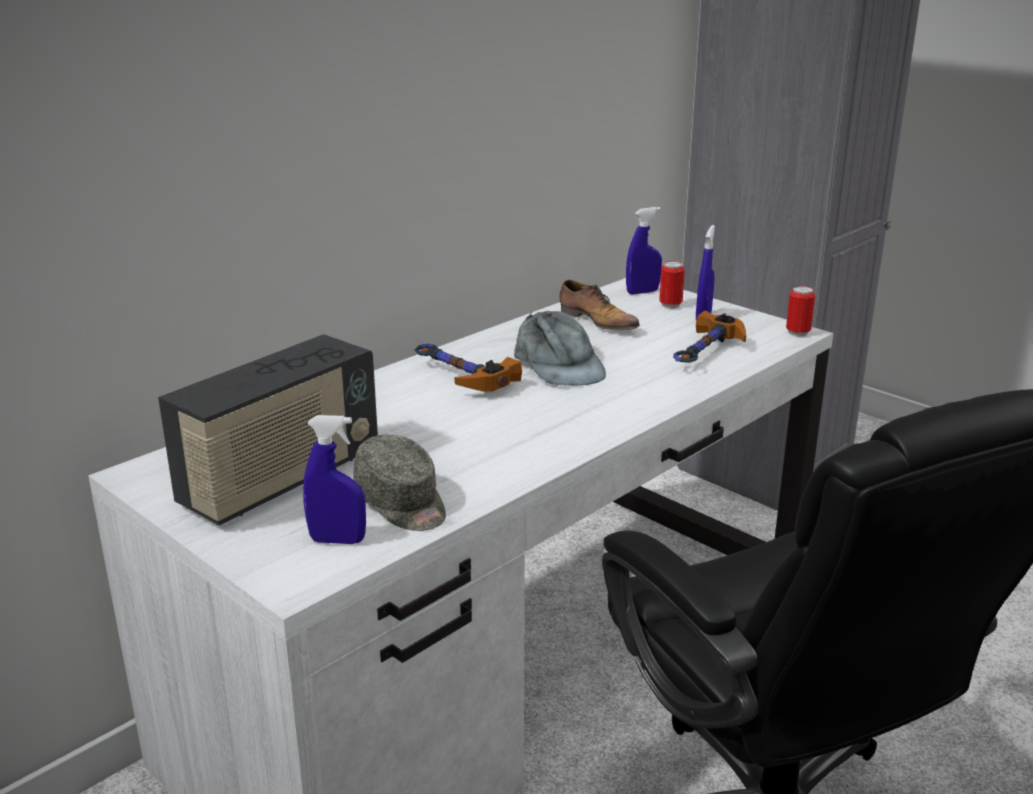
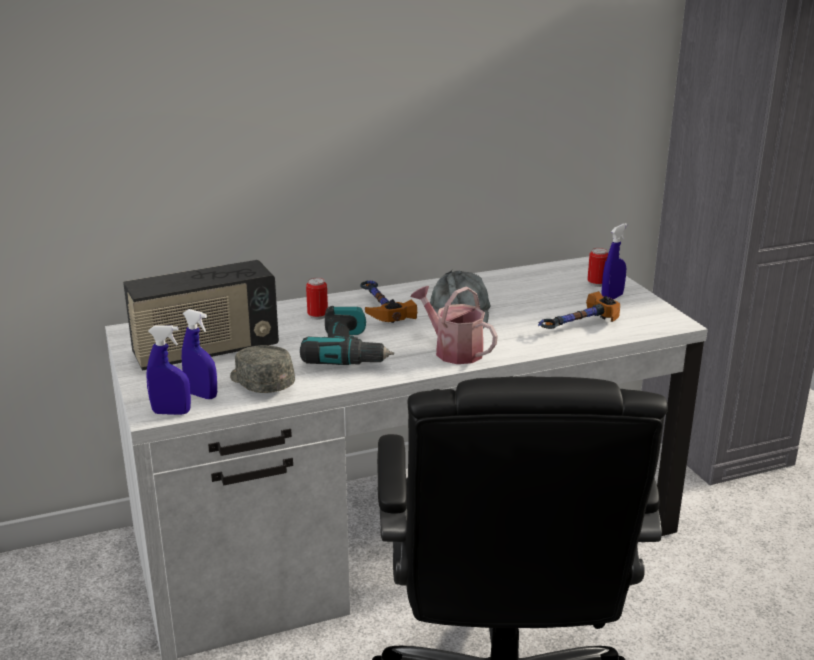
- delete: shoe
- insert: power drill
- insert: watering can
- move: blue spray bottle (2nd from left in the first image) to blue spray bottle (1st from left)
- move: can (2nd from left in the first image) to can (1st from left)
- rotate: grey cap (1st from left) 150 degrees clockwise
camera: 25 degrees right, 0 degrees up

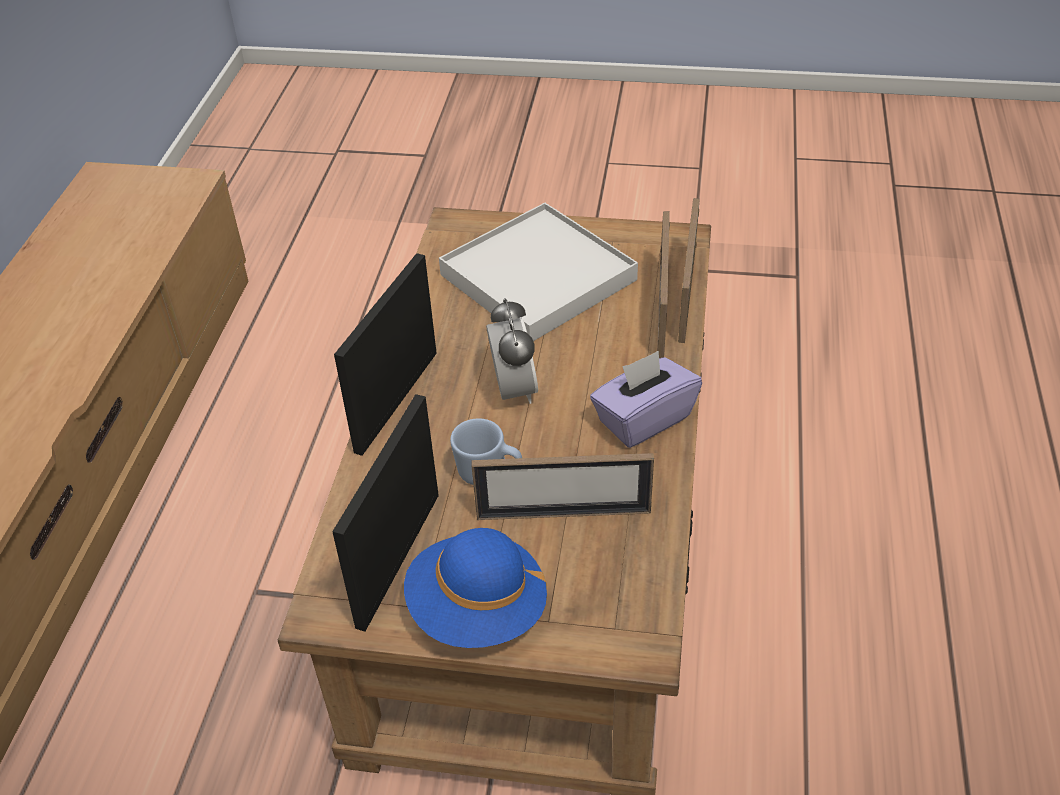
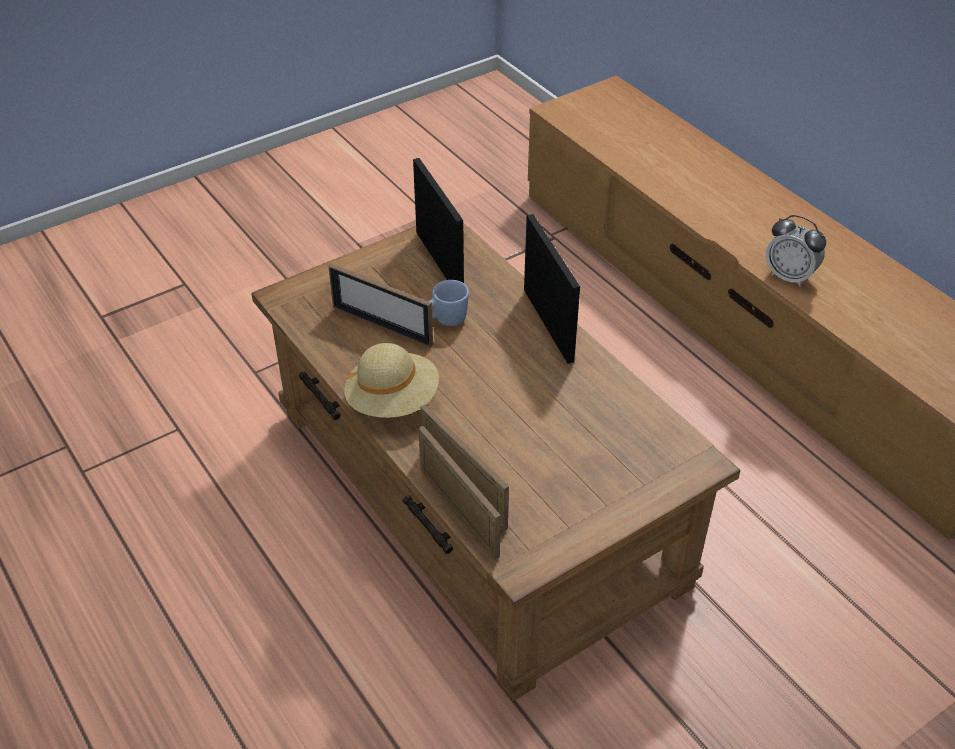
- delete: blue hat
- delete: white tray
- move: alarm clock
- replace: purple tissue box to beige hat
- rotate: picture frame (3rd from left in the first image) 105 degrees counterclockwise
camera: 135 degrees right, 0 degrees up

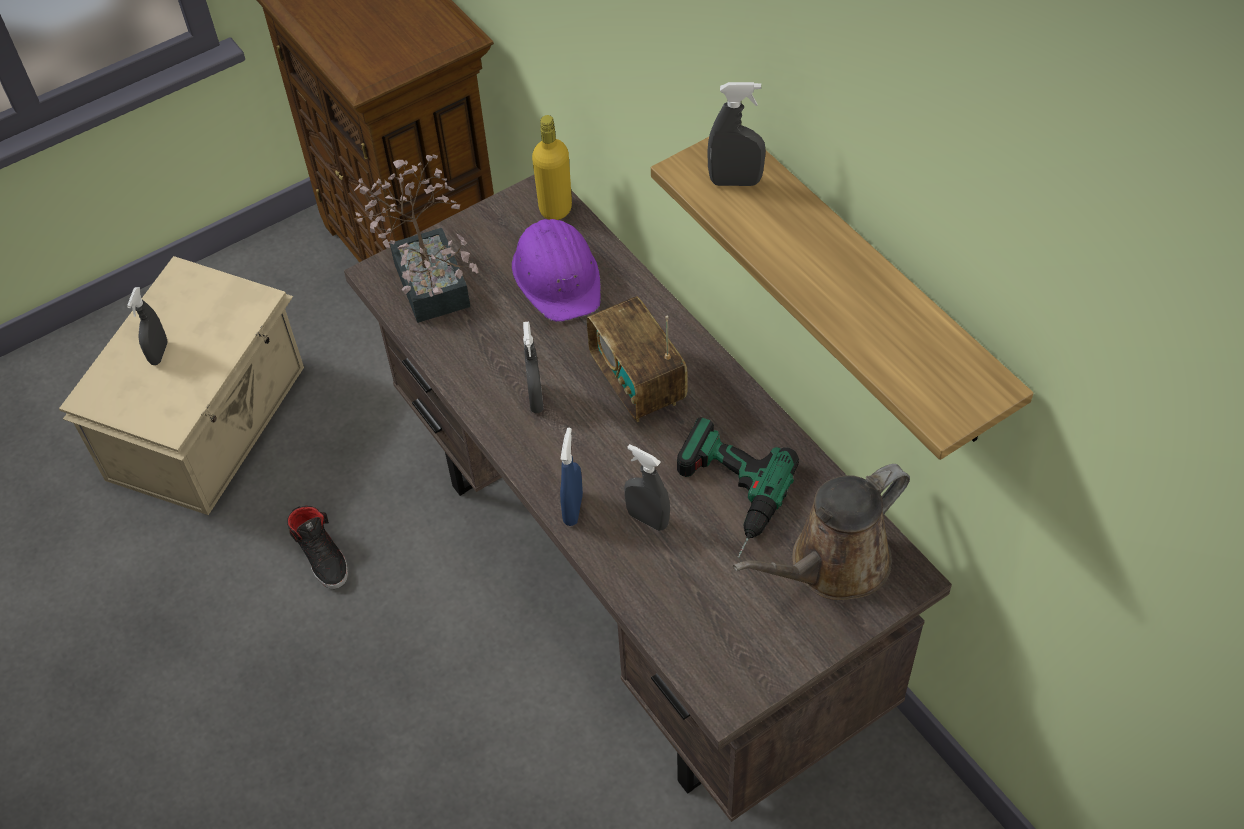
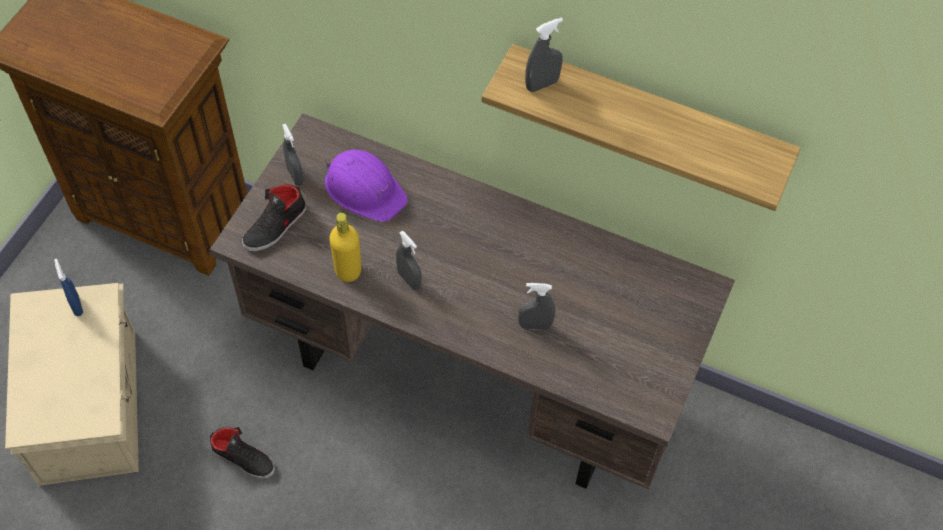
- delete: radio
- delete: power drill
- delete: brown watering can
- move: grey spray bottle (1st from left)
- move: yellow bottle
- move: blue spray bottle
- replace: potted plant to black shoe (2nd from left)
camera: 35 degrees left, 5 degrees up

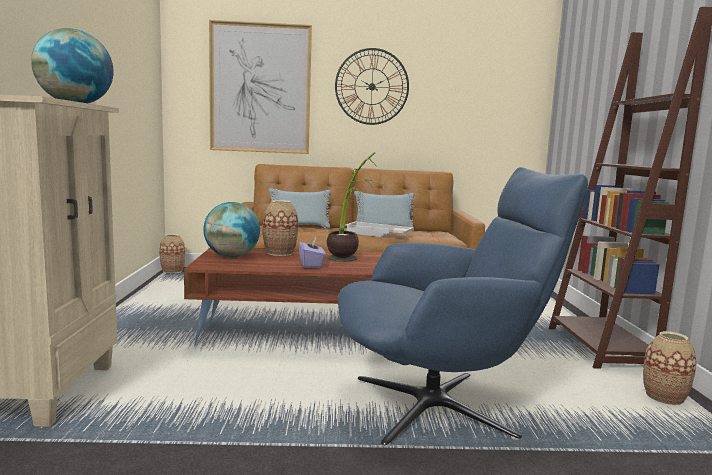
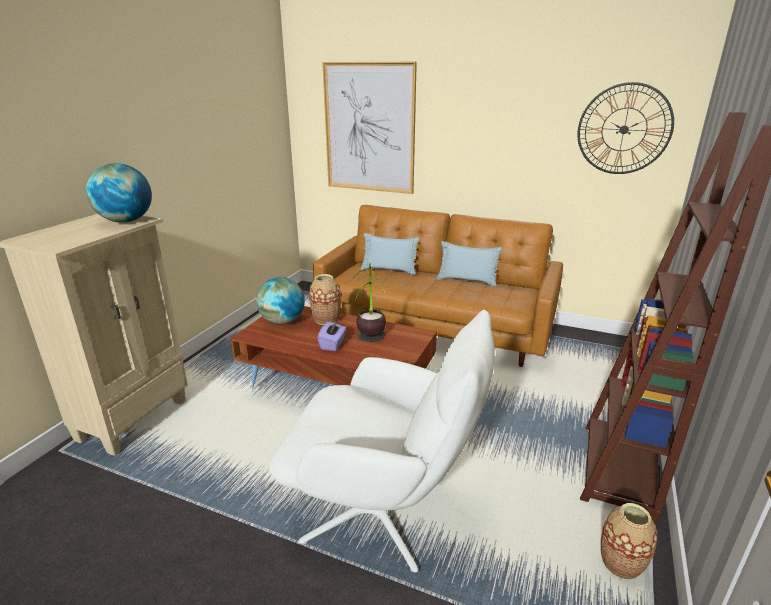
- delete: vase (1st from left)
- delete: white tray
- move: wall clock
- recolor: blue armchair to white armchair
camera: 25 degrees right, 15 degrees up

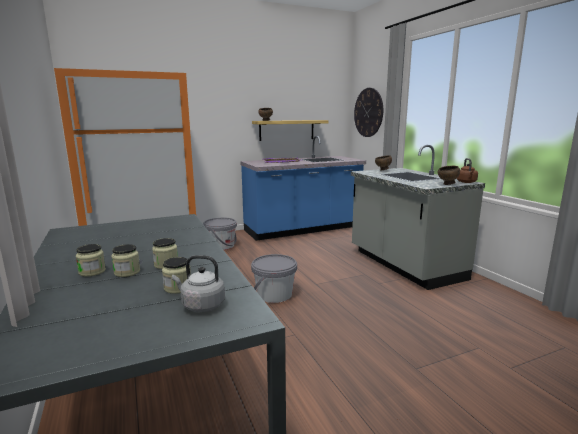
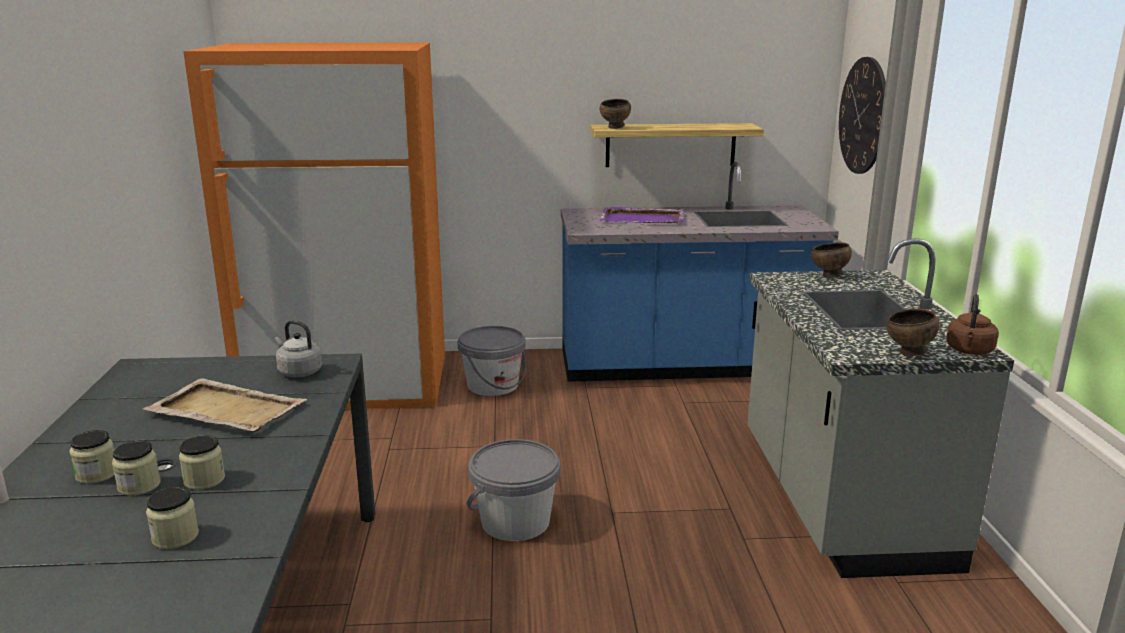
- insert: beige tray
- move: grey kettle
camera: 20 degrees right, 5 degrees up

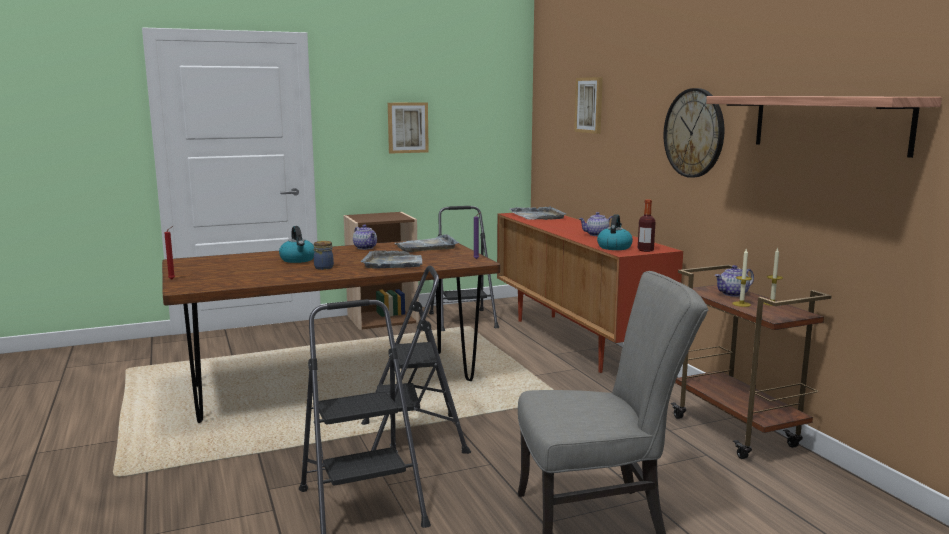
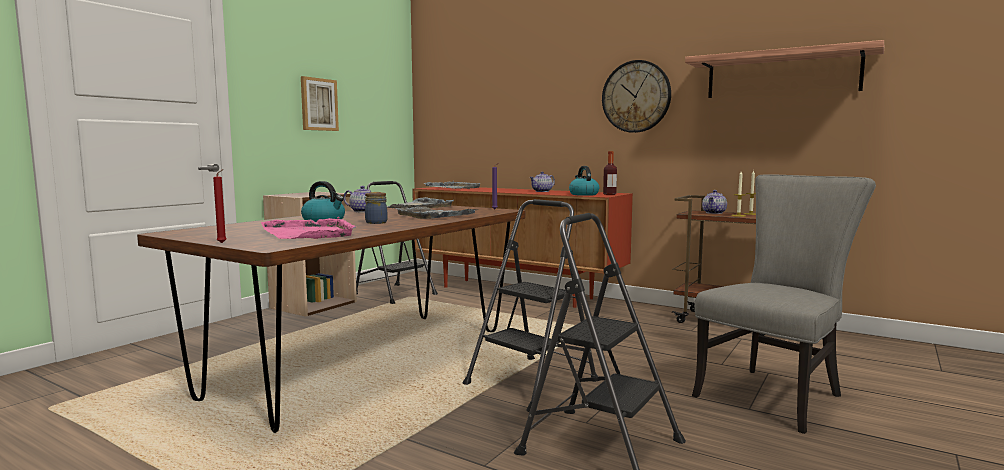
- delete: picture (2nd from left)
- insert: pink tray
camera: 35 degrees left, 5 degrees down

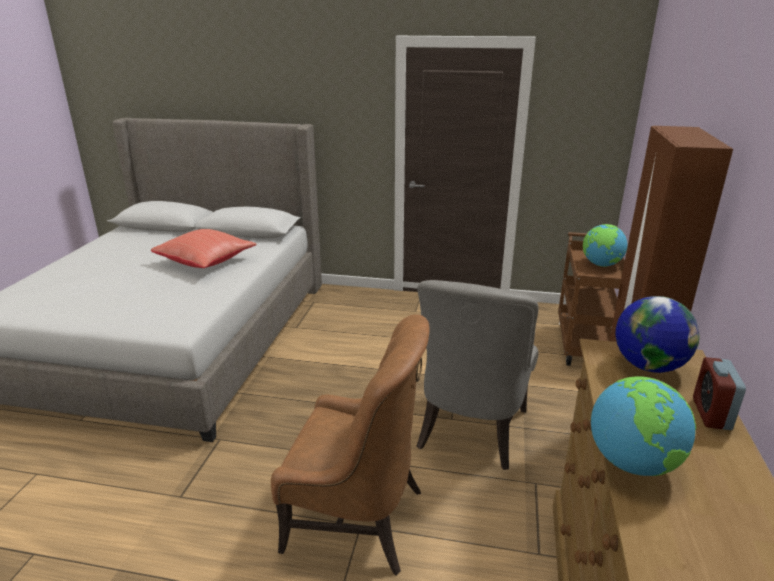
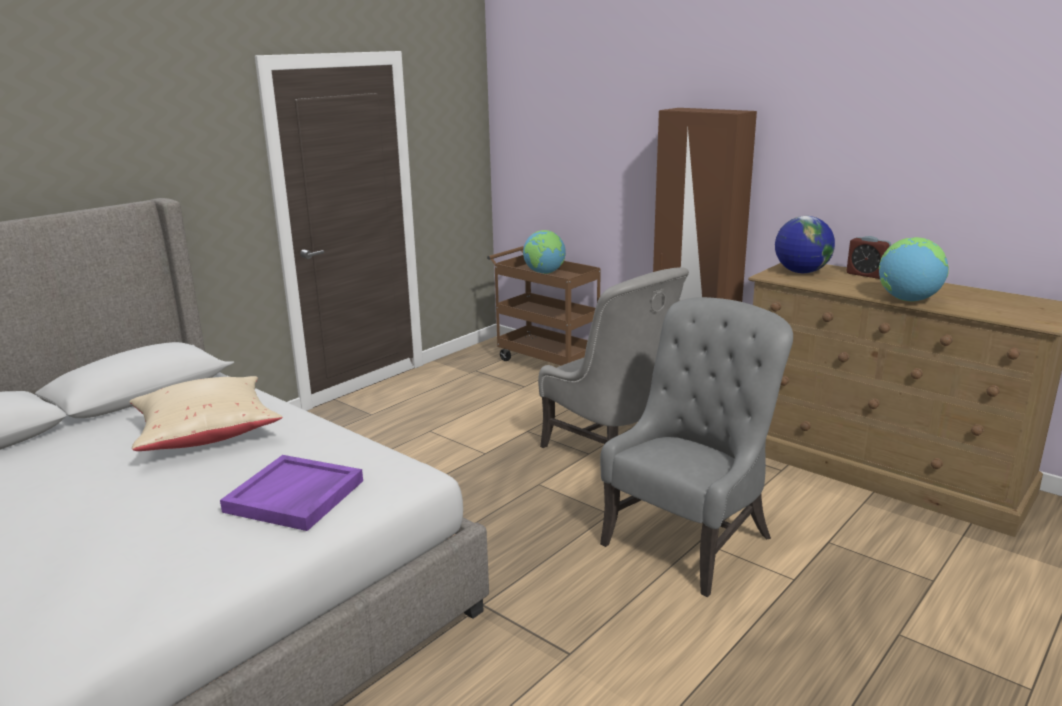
- insert: purple tray
- recolor: red pillow to beige pillow
- recolor: brown chair to grey chair (2nd from left)
camera: 60 degrees left, 5 degrees down

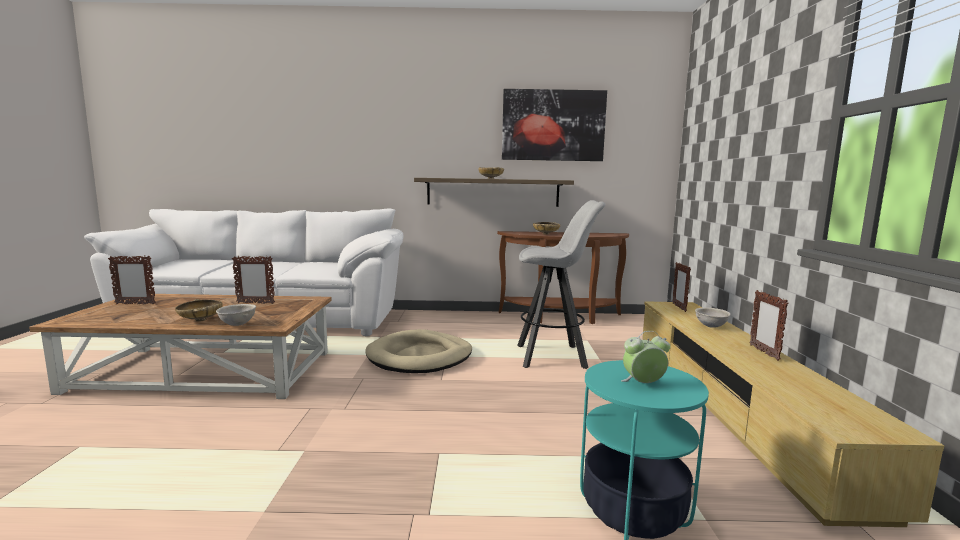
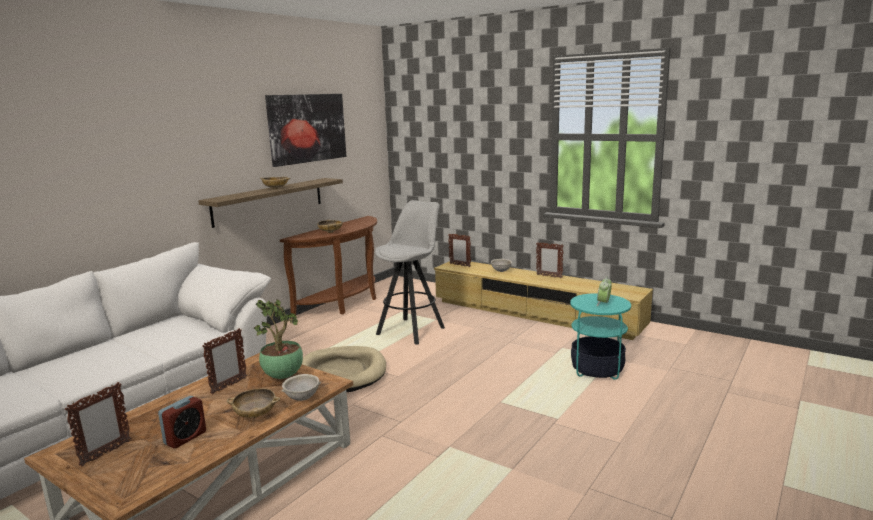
- insert: alarm clock (1st from left)
- insert: potted plant
camera: 55 degrees left, 5 degrees up

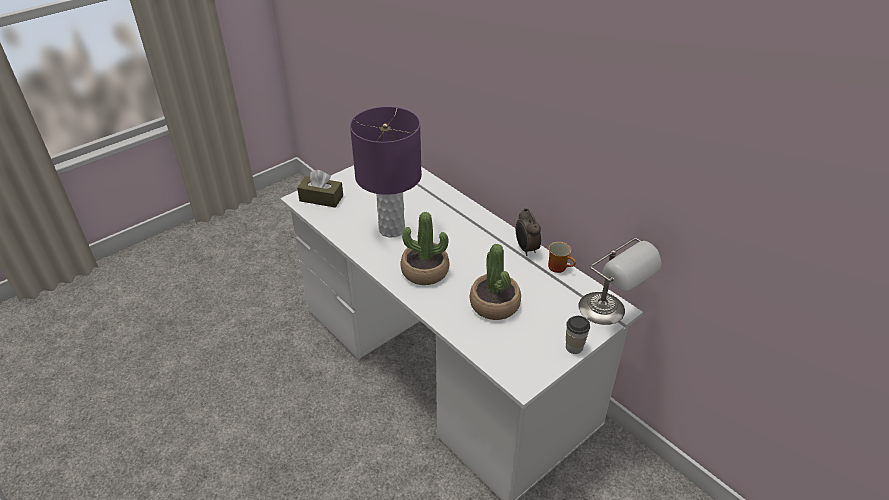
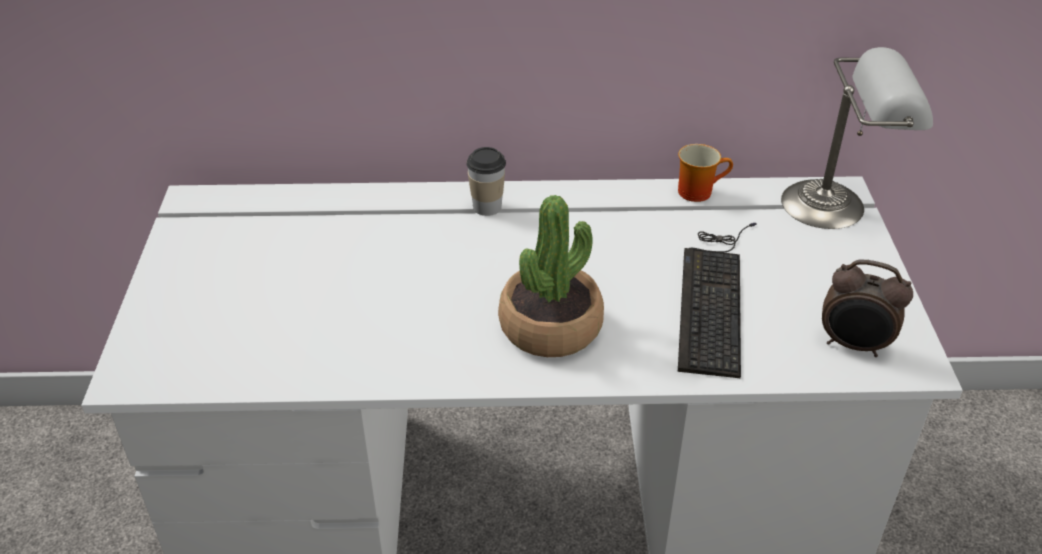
- delete: brown tissue box
- delete: purple table lamp
- move: alarm clock
- move: cup
- replace: potted plant (2nd from left) to keyboard
camera: 50 degrees left, 0 degrees up

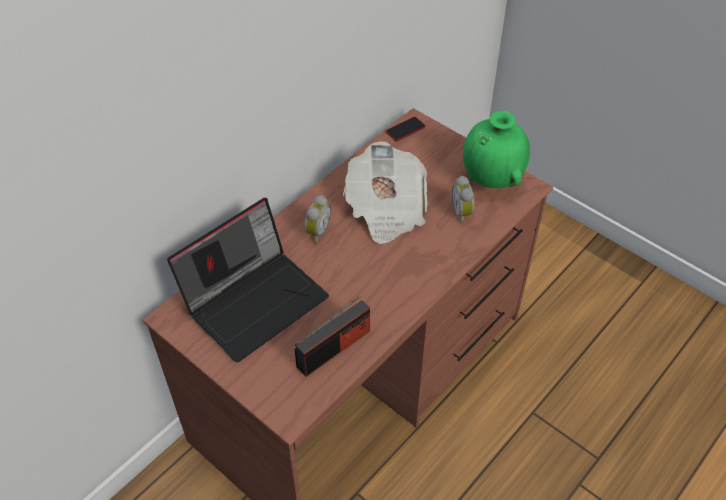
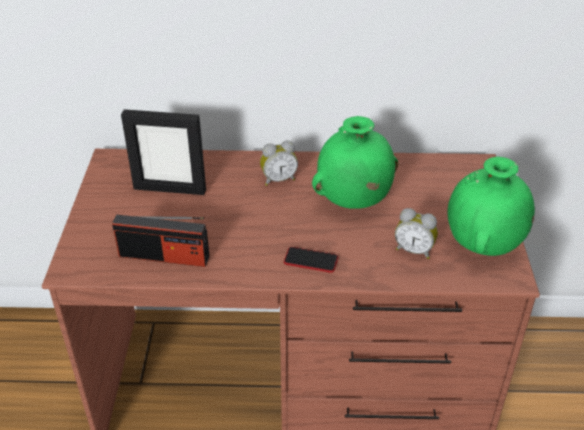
- move: phone
- replace: laptop to picture frame
- replace: newspaper to green vase (1st from left)
- rotate: alarm clock (2nd from left) 105 degrees counterclockwise
camera: 50 degrees right, 10 degrees down

